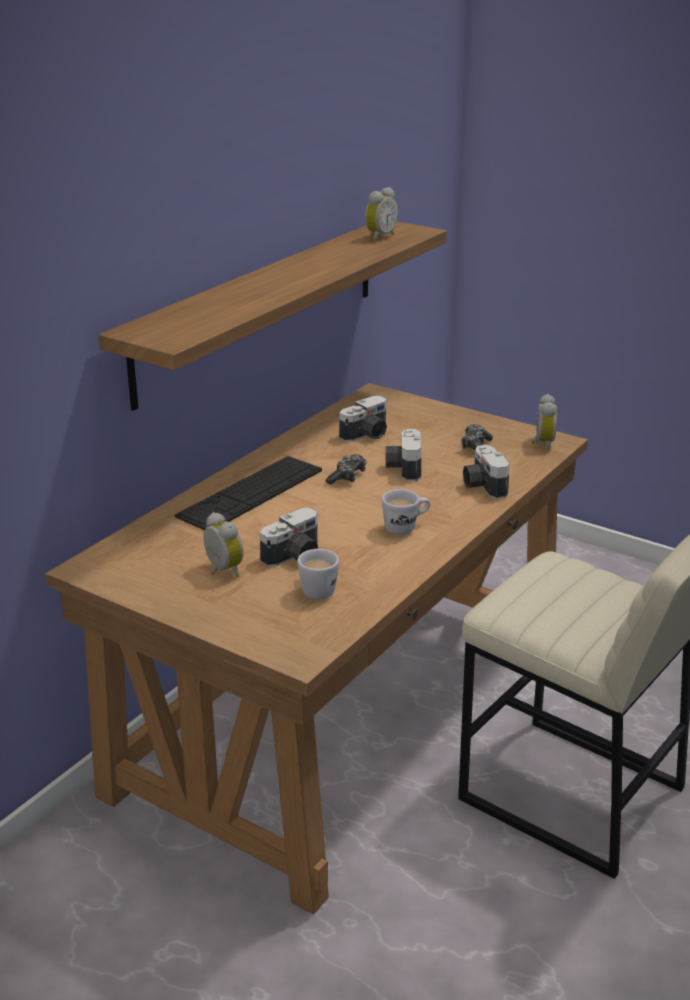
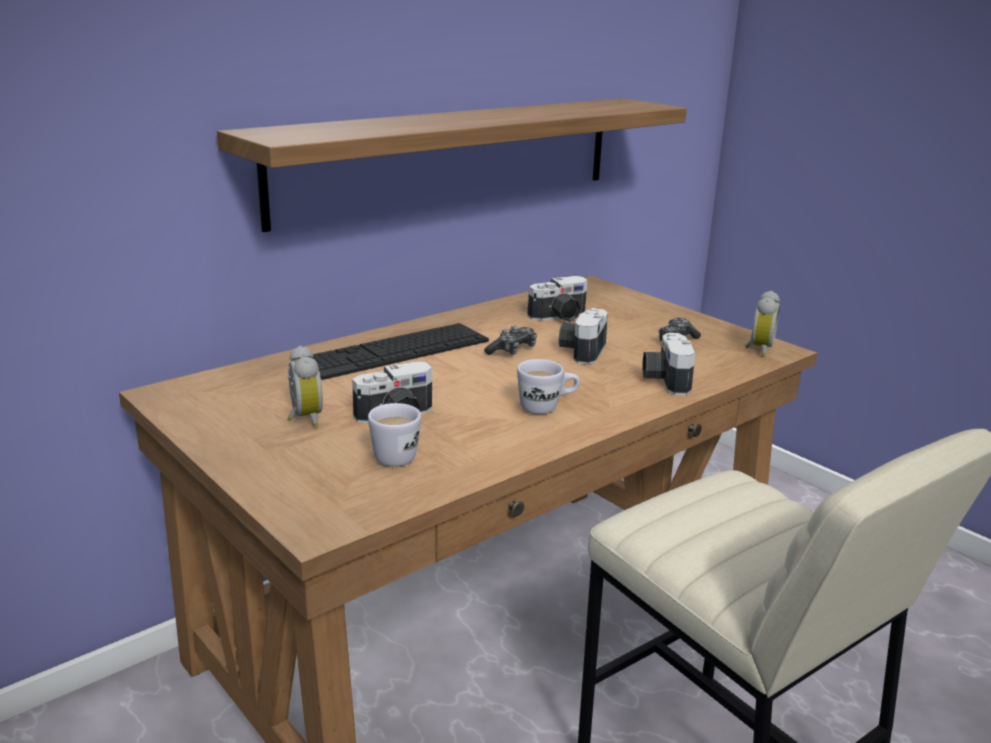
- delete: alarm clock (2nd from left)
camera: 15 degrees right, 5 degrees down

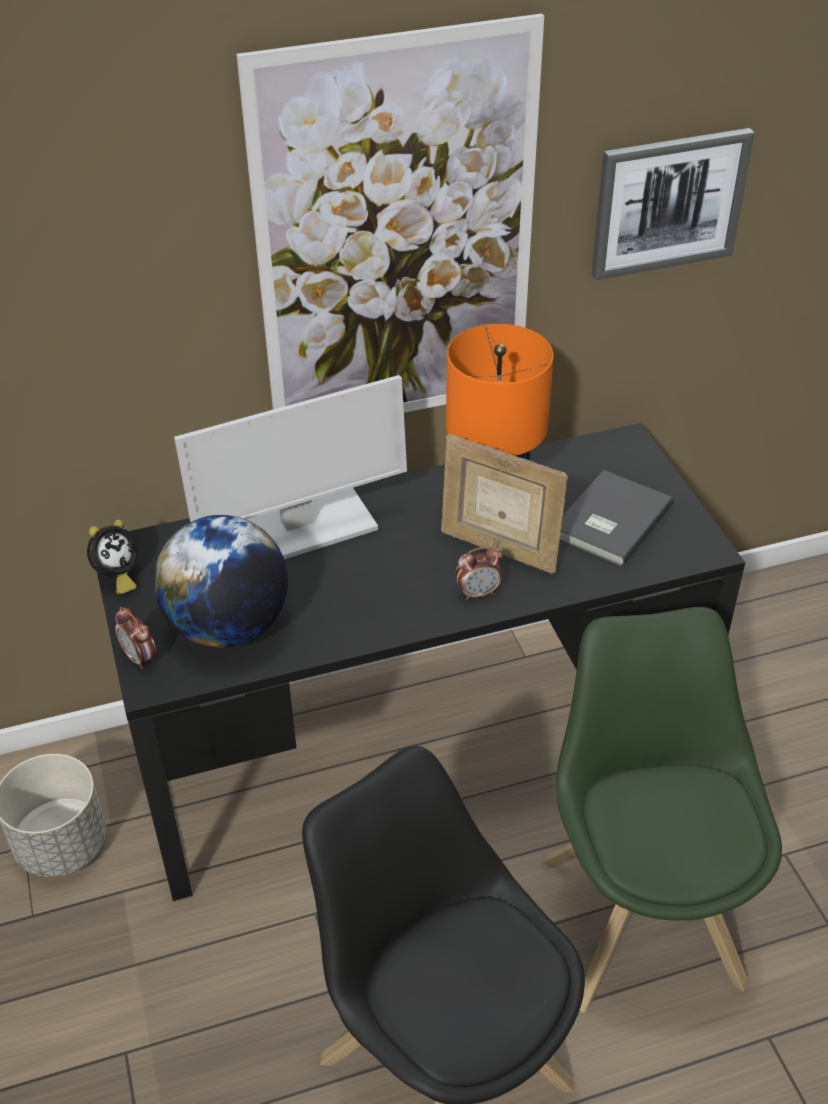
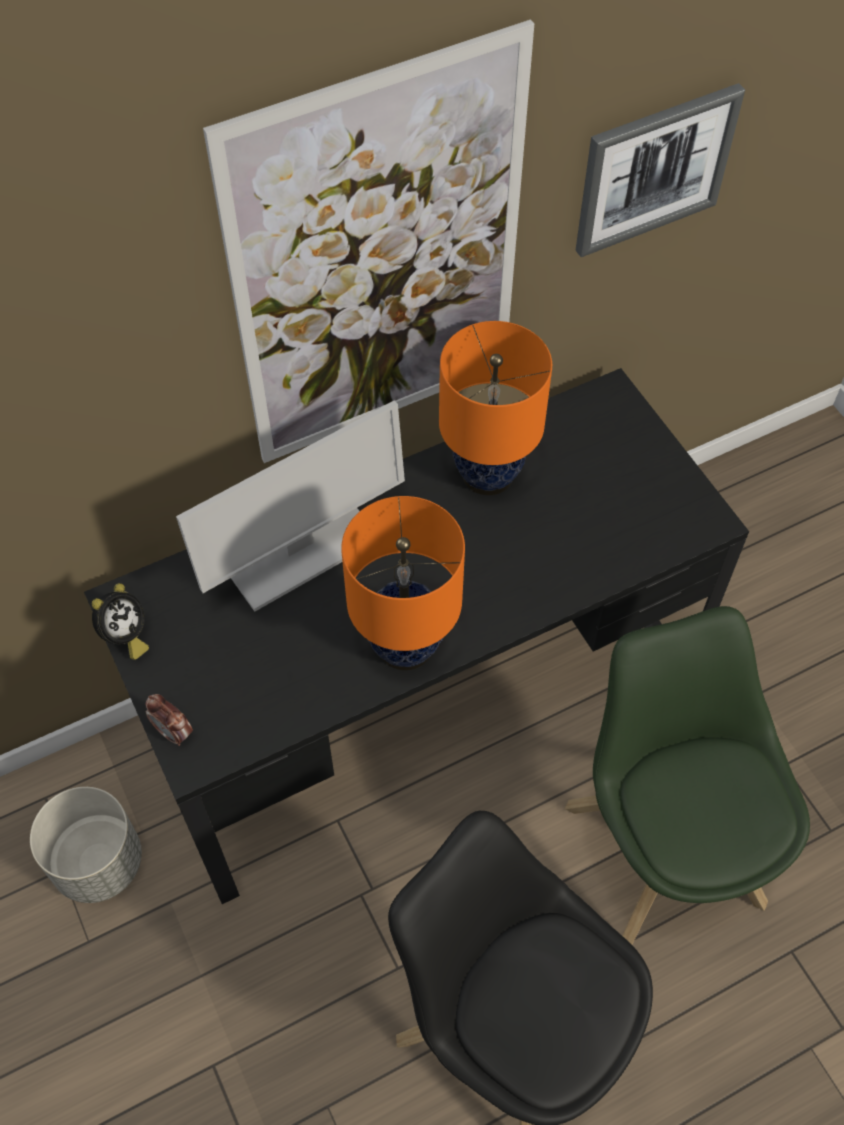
- delete: globe
- delete: picture frame
- delete: alarm clock (3rd from left)
- delete: grey book
- insert: orange table lamp (1st from left)
camera: 10 degrees left, 15 degrees up

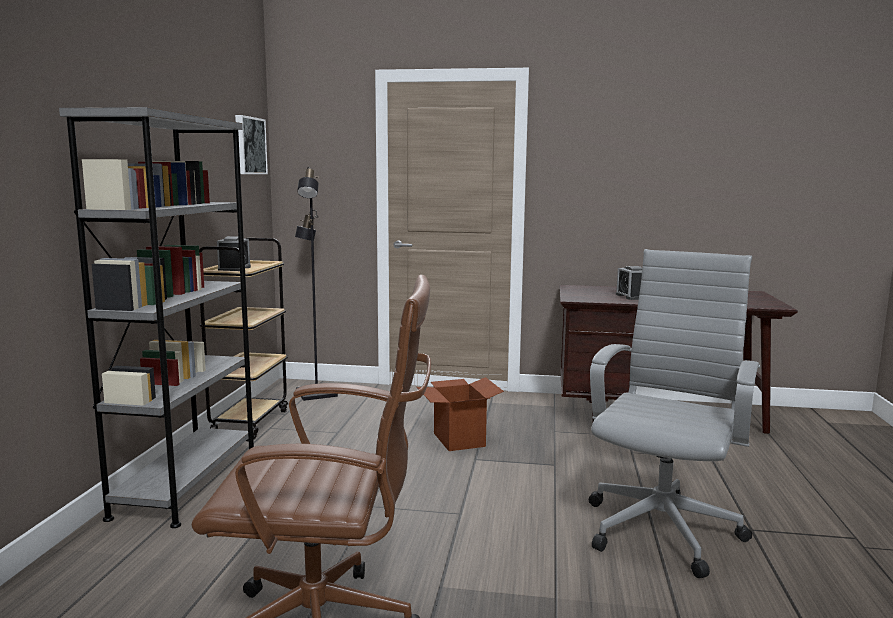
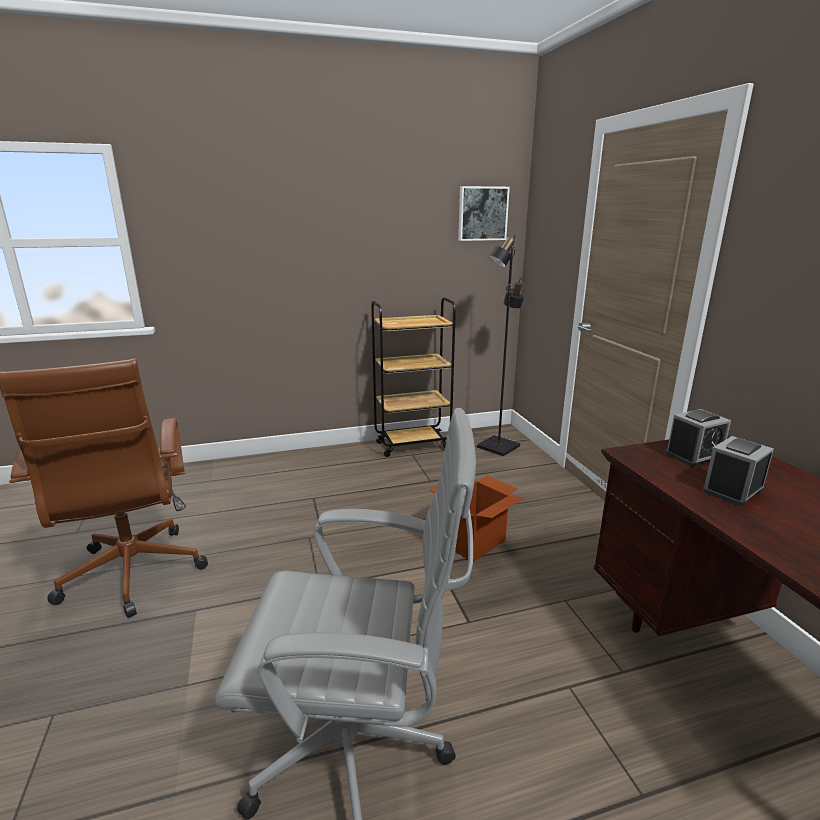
- delete: grey bookcase
- move: alarm clock (1st from left)
camera: 65 degrees right, 10 degrees up

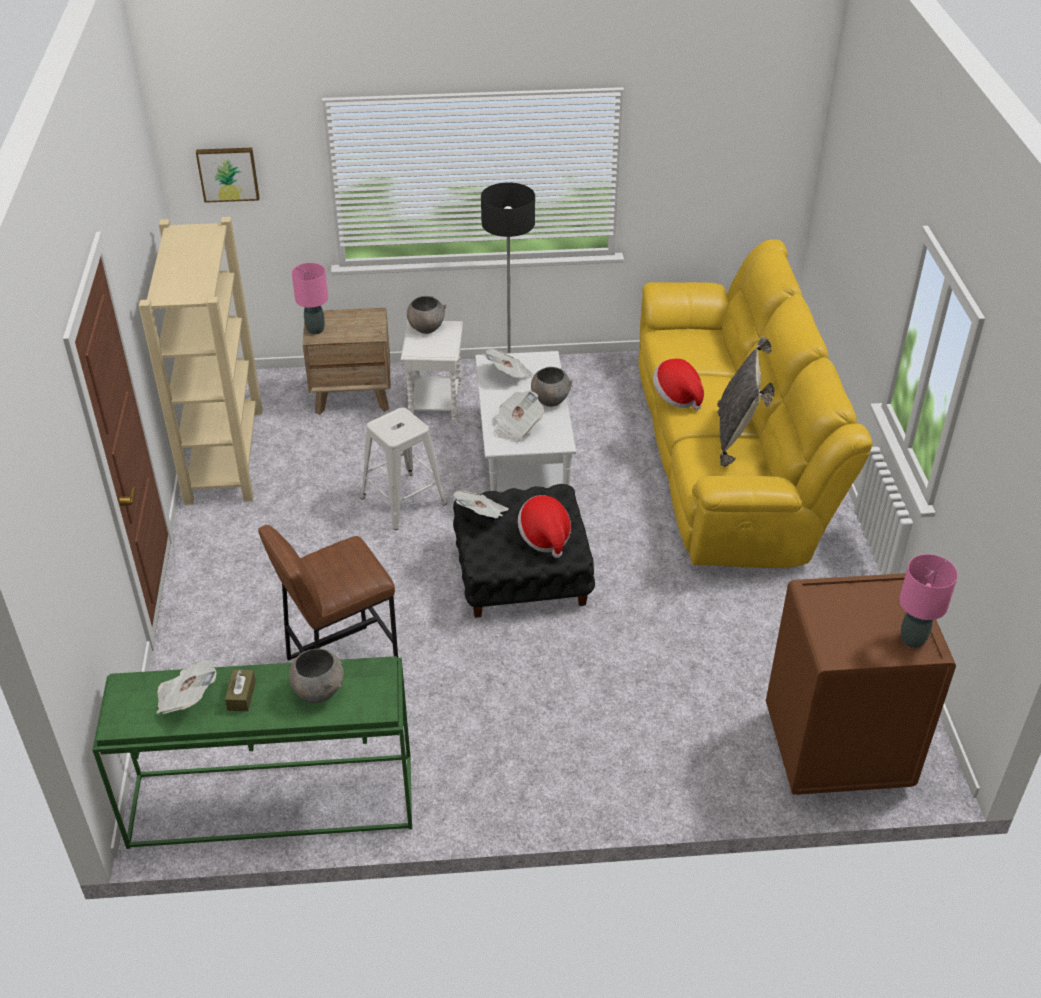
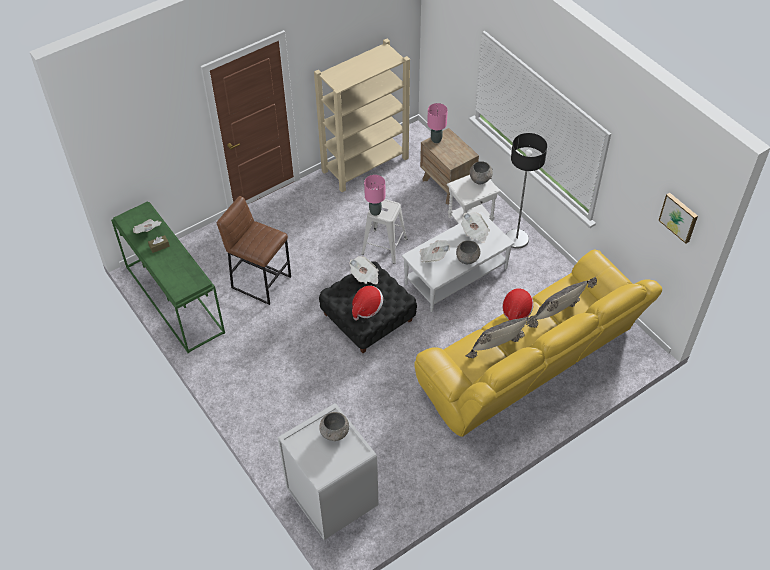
- insert: pillow (2nd from left)
- move: picture
- move: grey bowl (1st from left)
- move: pink table lamp (2nd from left in the first image) to pink table lamp (1st from left)
- recolor: brown dresser to grey dresser
camera: 60 degrees right, 10 degrees up

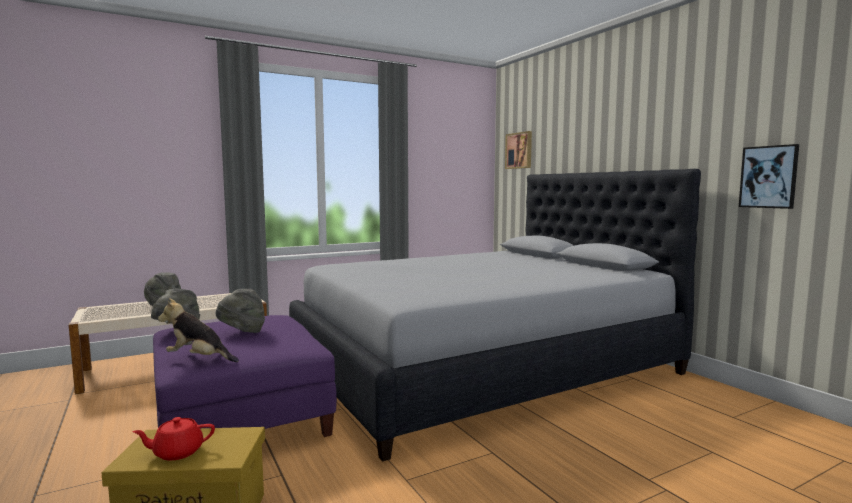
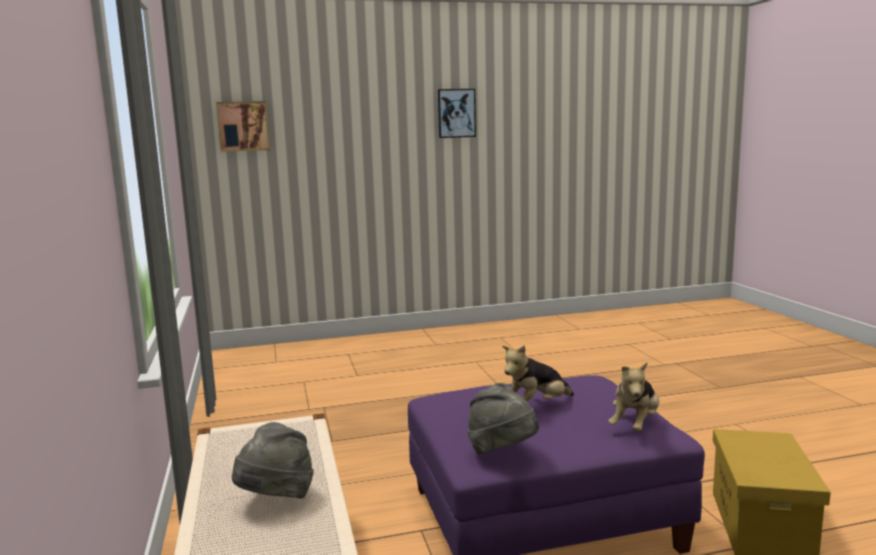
- delete: red teapot
- delete: grey bed
- move: picture (2nd from left)
- replace: grey hat (3rd from left) to plush toy (1st from left)
camera: 75 degrees left, 5 degrees up

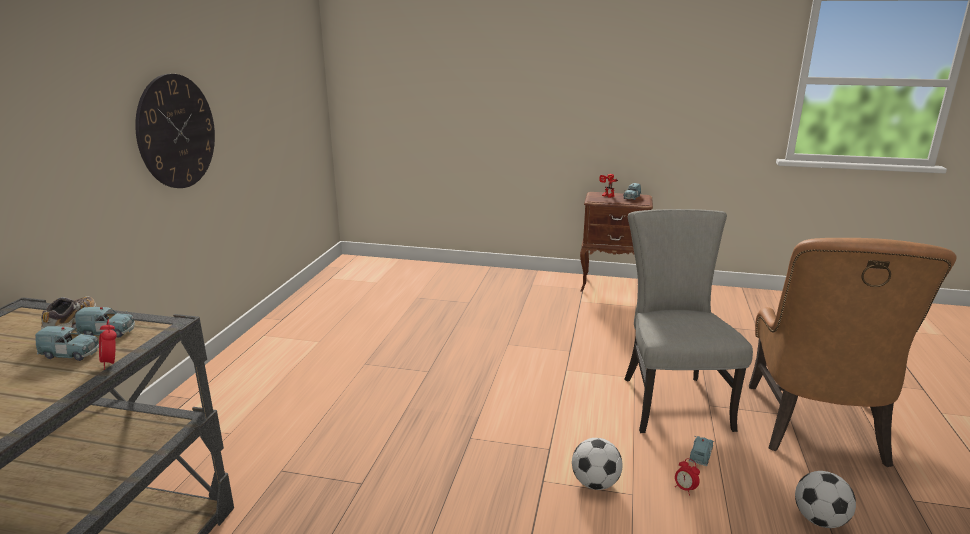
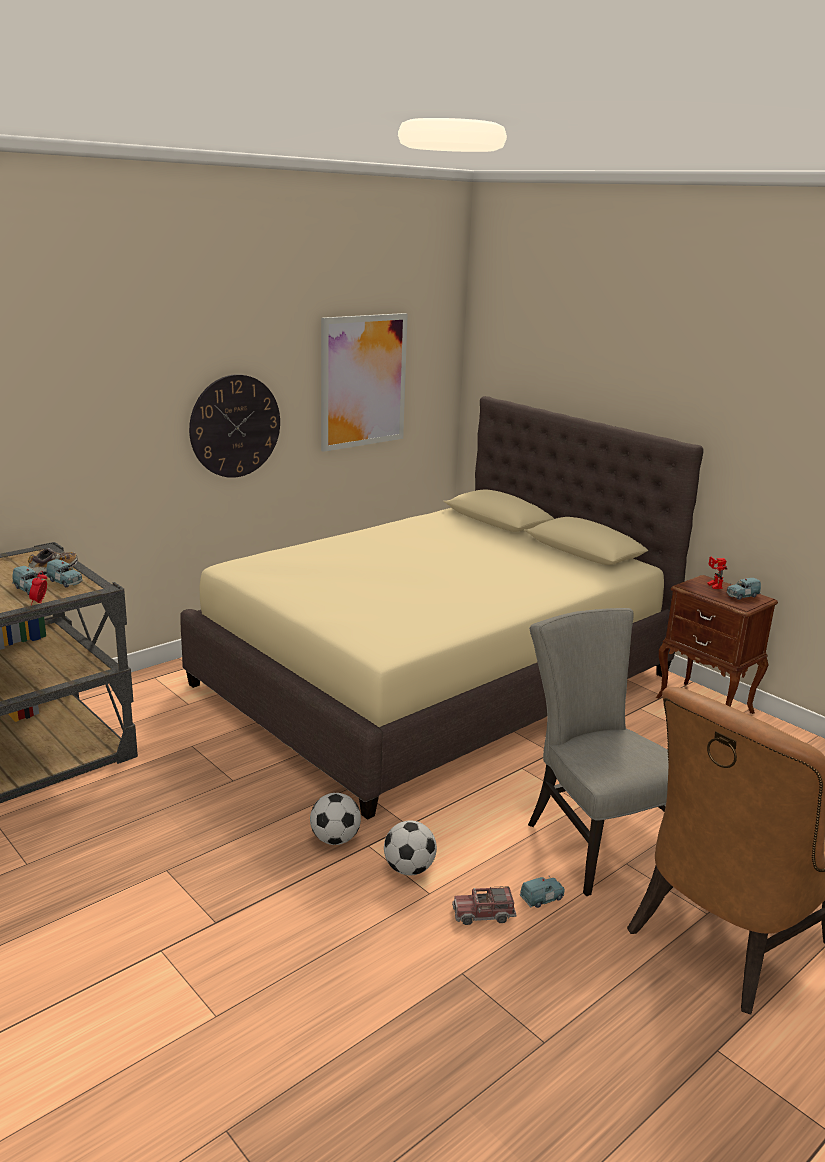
- insert: beige bed
- insert: picture
- move: football (2nd from left in the first image) to football (1st from left)
- replace: alarm clock (2nd from left) to toy truck
- rotate: grey chair 60 degrees counterclockwise
camera: 35 degrees right, 0 degrees up

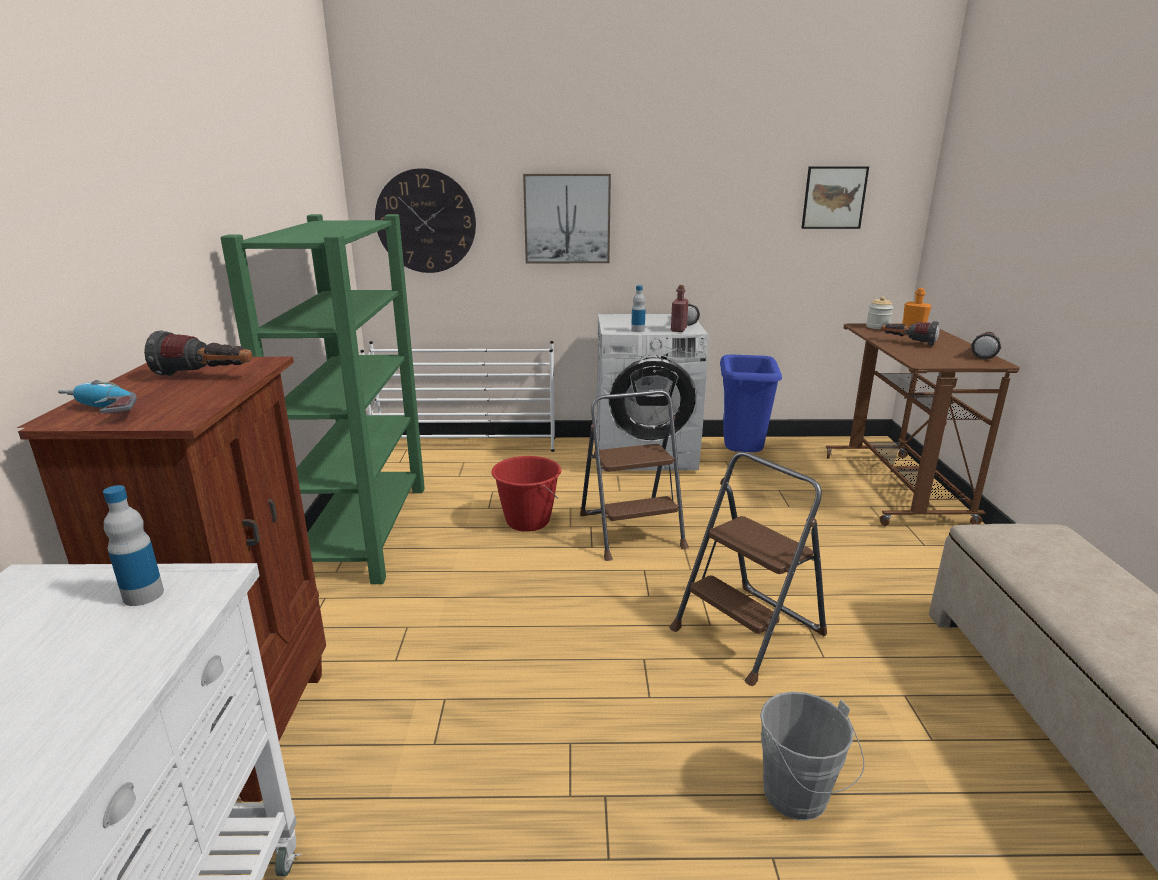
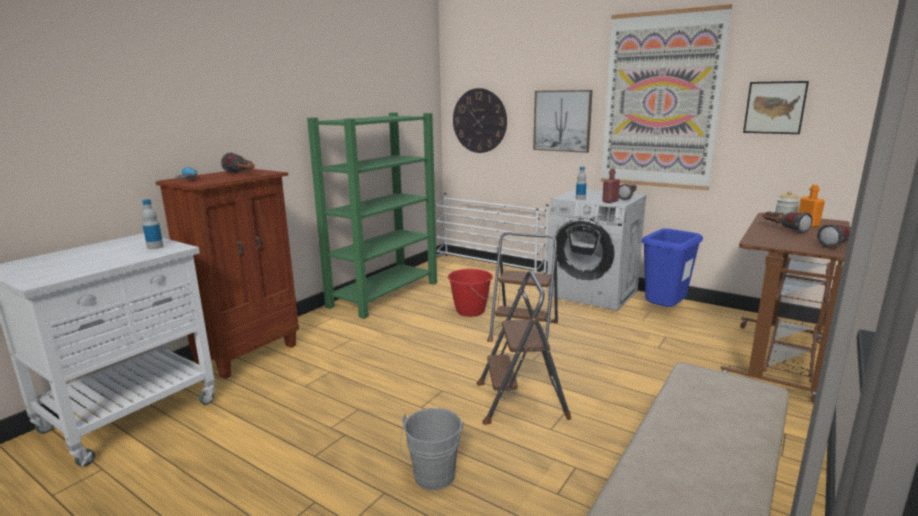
- insert: picture (2nd from left)
camera: 35 degrees right, 5 degrees down

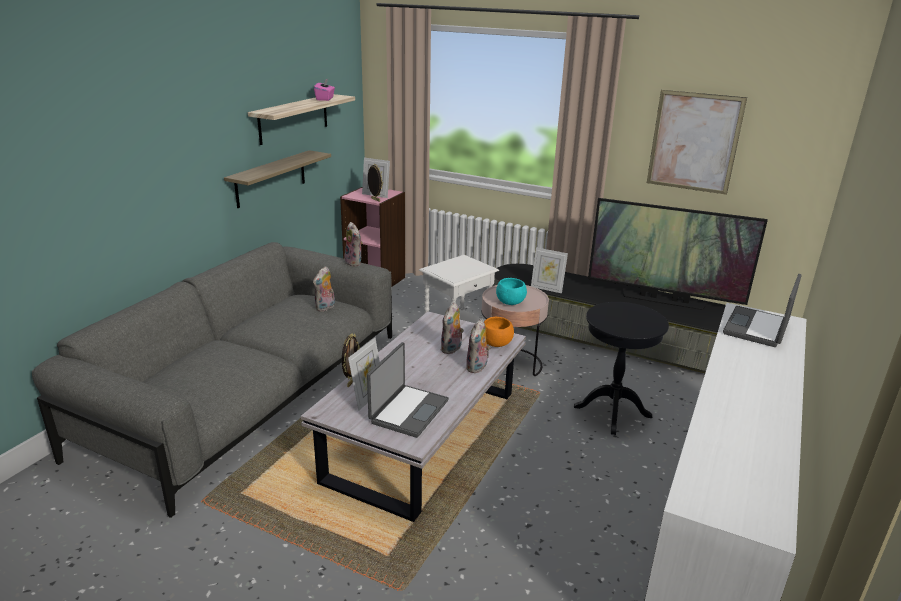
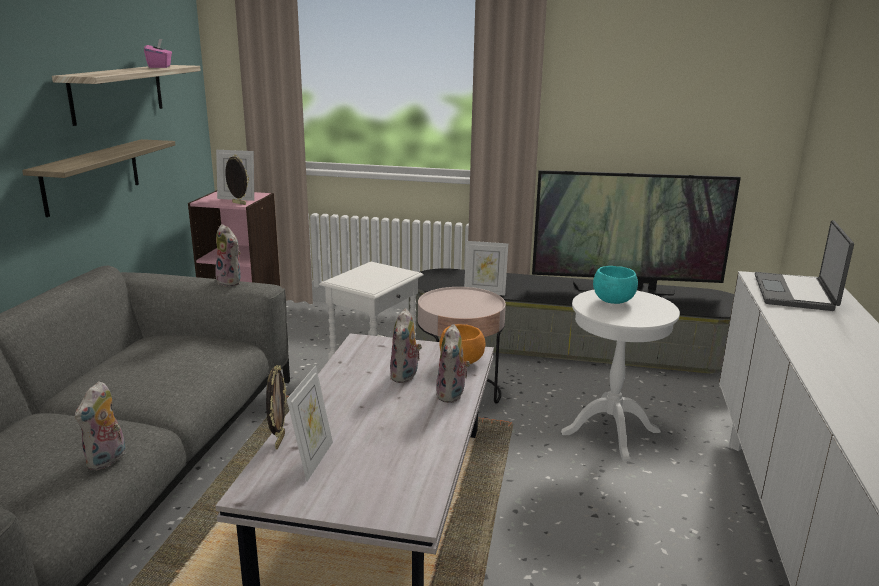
- delete: laptop (1st from left)
- delete: picture
- move: plush toy (1st from left)
- move: turquoise bowl
- recolor: black side table to white side table (2nd from left)
camera: 15 degrees left, 5 degrees down

